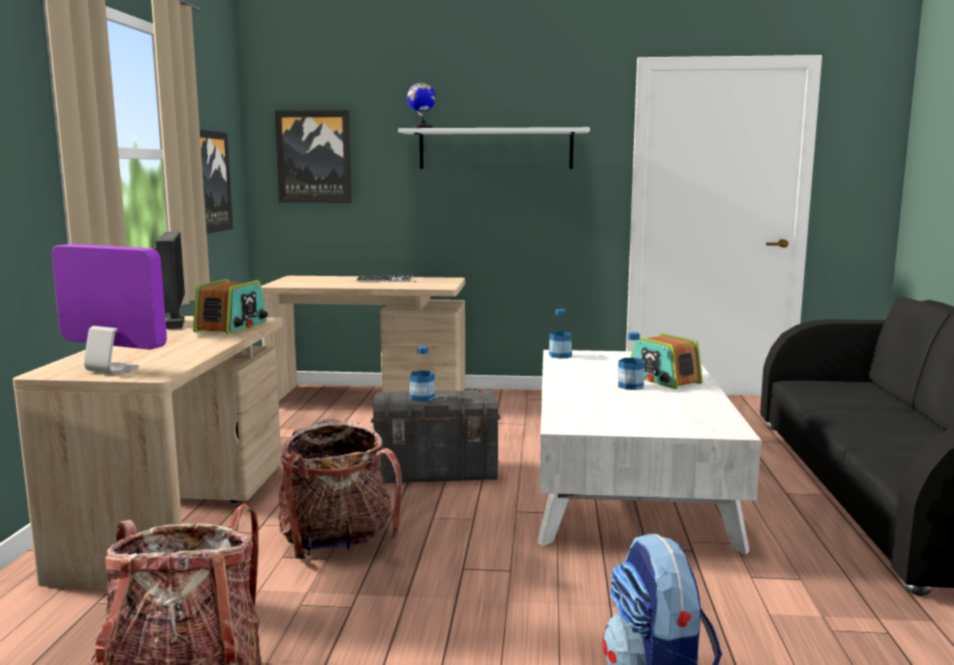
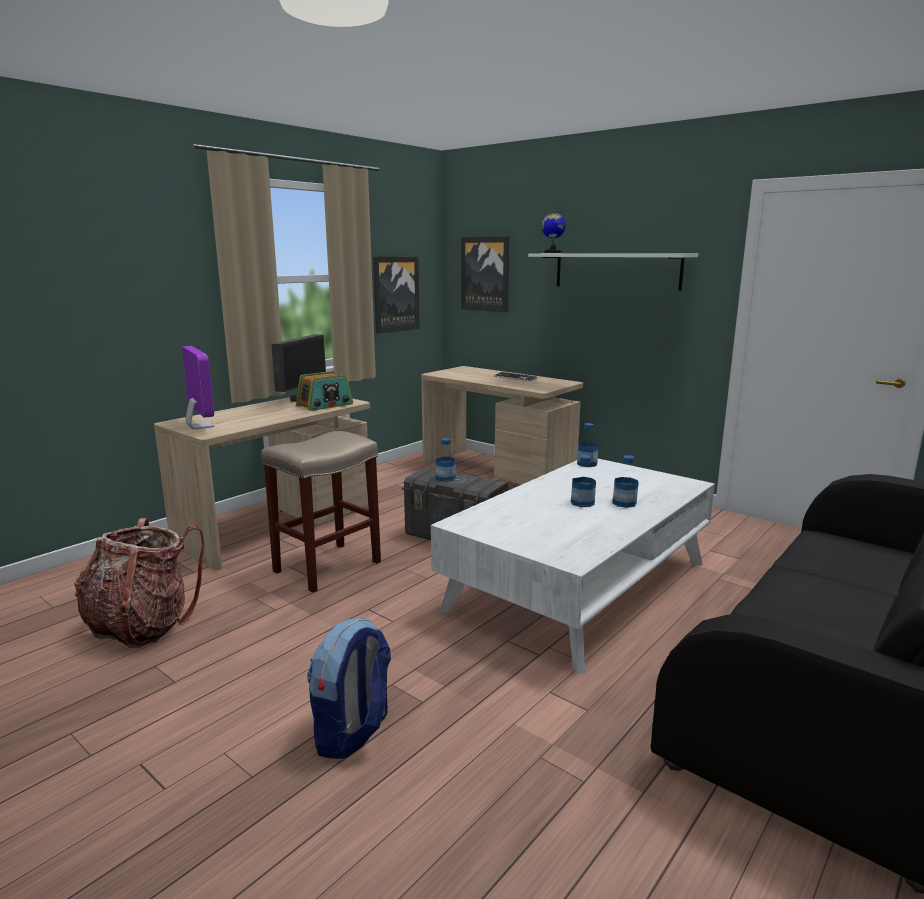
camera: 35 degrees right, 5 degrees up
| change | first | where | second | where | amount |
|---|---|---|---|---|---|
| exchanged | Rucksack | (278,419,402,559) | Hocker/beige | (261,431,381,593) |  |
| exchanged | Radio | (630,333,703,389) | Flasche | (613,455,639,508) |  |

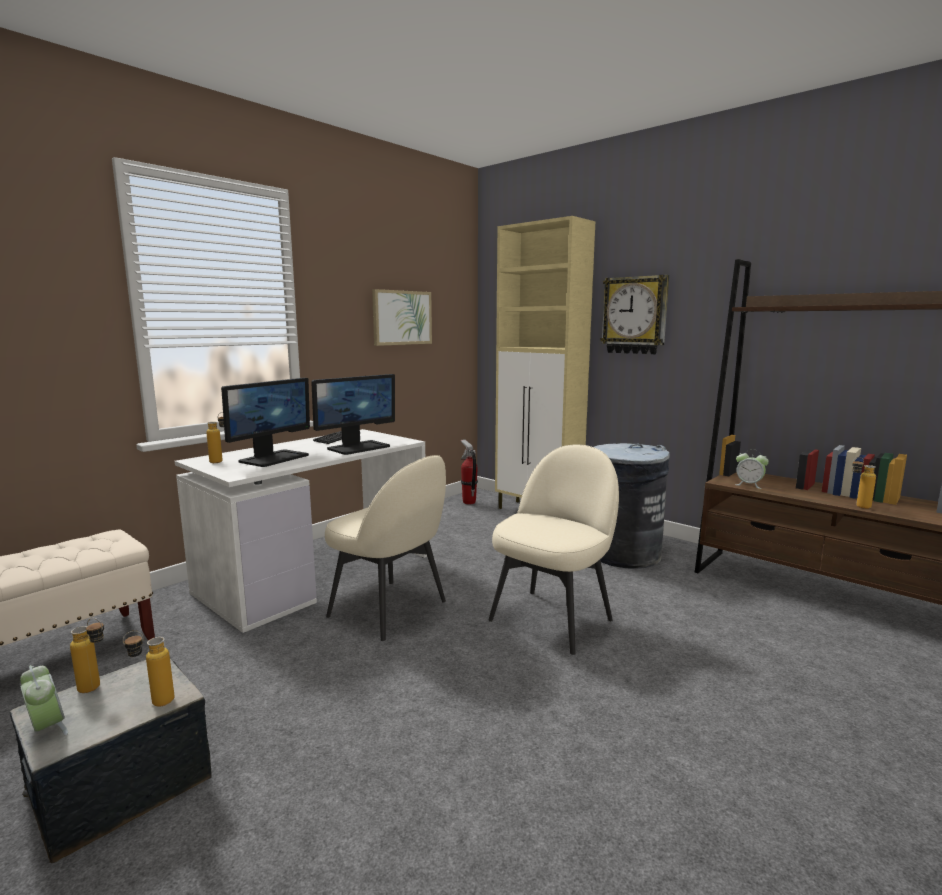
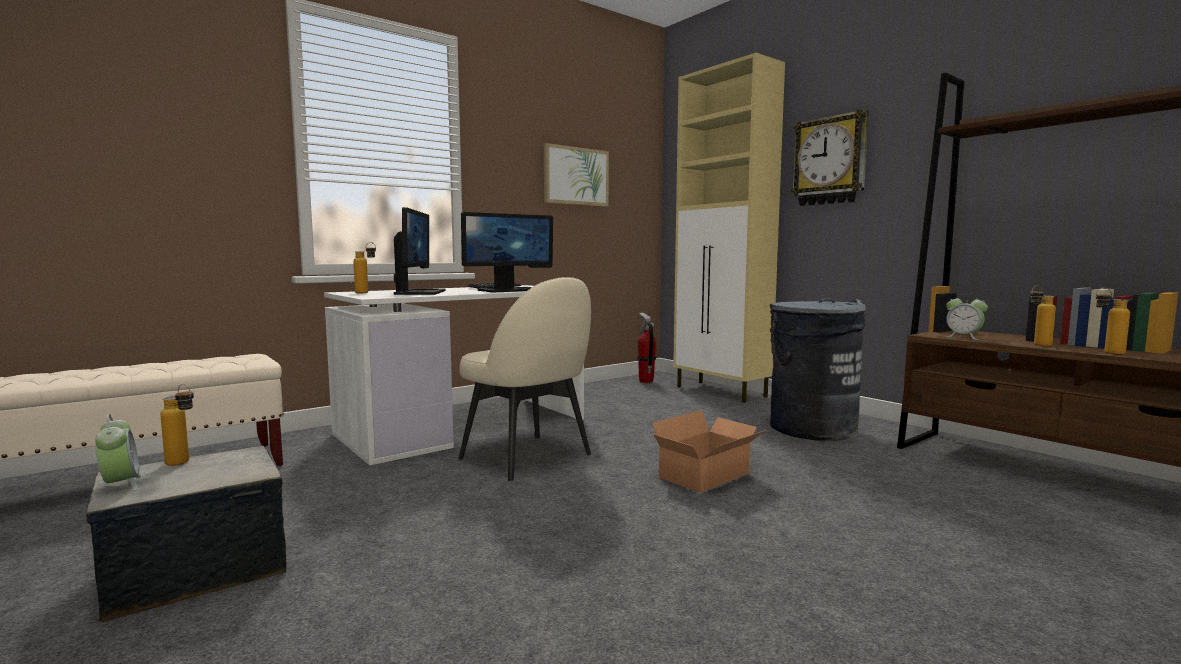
camera: 10 degrees right, 5 degrees down
| change | first | where | second | where | amount |
|---|---|---|---|---|---|
| spun | Monitor | (221,378,310,467) |  | (394,207,446,295) | 45 degrees counterclockwise |
| exchanged | Stuhl/beige | (488,444,619,655) | Karton | (653,410,766,493) |  |
| relocated | Flasche | (123,631,174,707) |  | (1030,285,1056,346) |  |

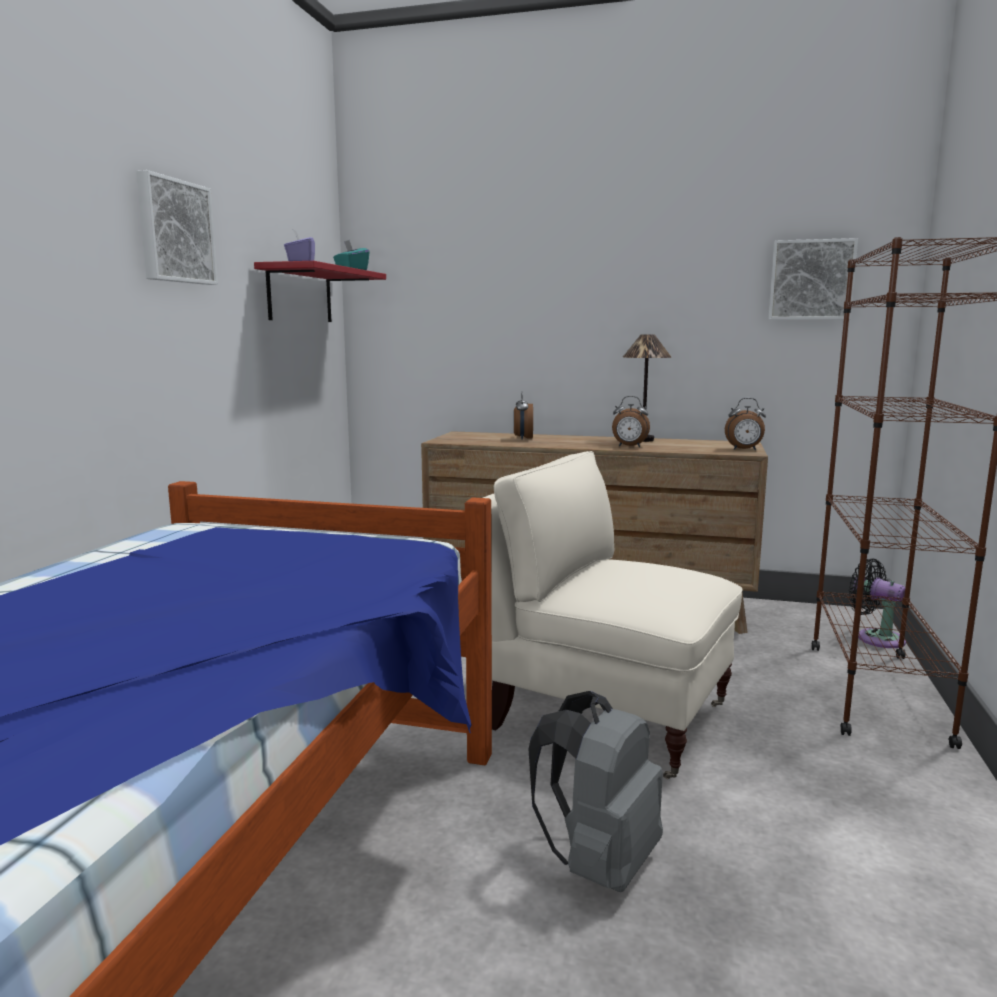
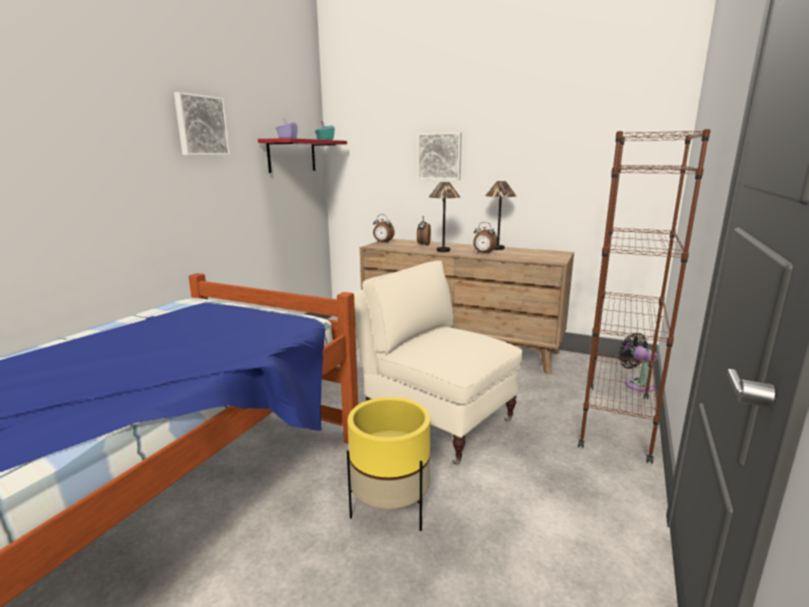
camera: 10 degrees right, 5 degrees up
| change | first | where | second | where | amount |
|---|---|---|---|---|---|
| exchanged | Rucksack/grau | (528,691,663,892) | Pflanzkübel/gelb | (347,397,431,531) |  |
| relocated | Wecker | (725,398,766,450) |  | (373,214,394,243) |  |
| relocated | Bild | (768,238,858,320) |  | (418,132,462,180) |  |
| appeared |  |  | Tischlampe | (429,182,460,252) |  |

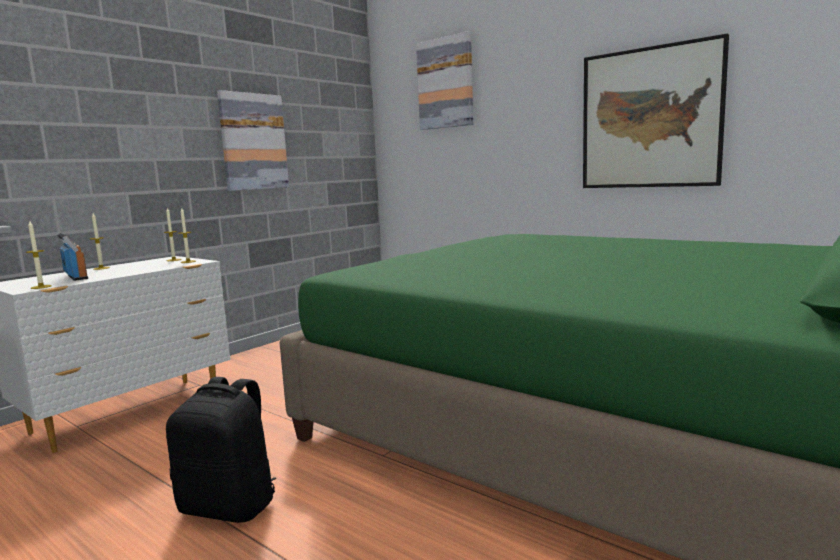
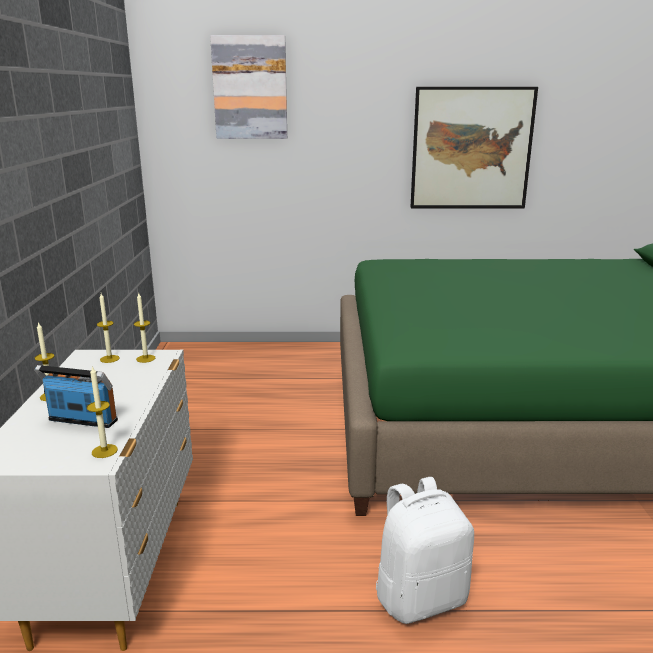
camera: 40 degrees left, 10 degrees up
| change | first | where | second | where | amount |
|---|---|---|---|---|---|
| colour | Rucksack/schwarz | (166,377,276,523) | Rucksack/weiß | (376,477,474,624) |  |
| missing | Bild | (217,90,289,191) |  |  |  |

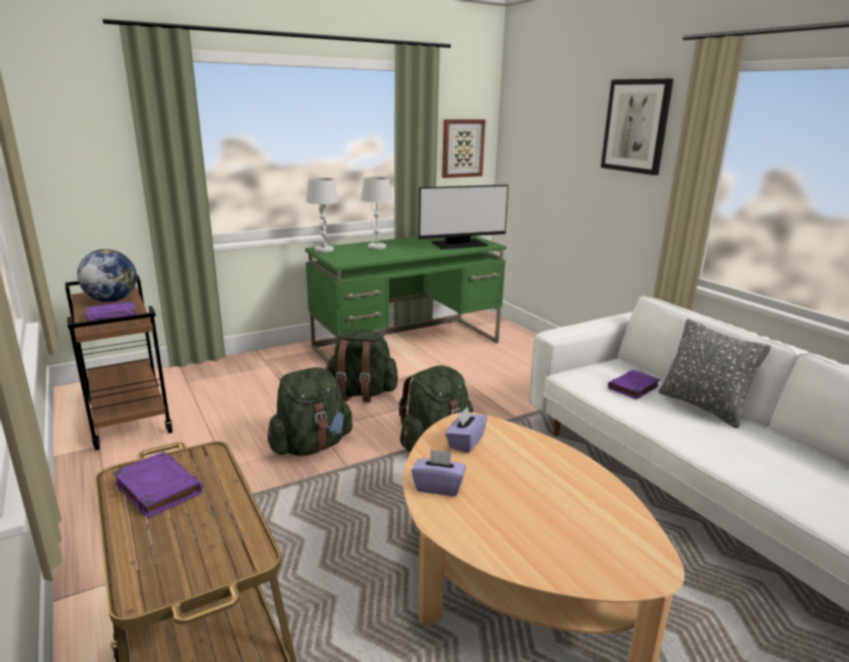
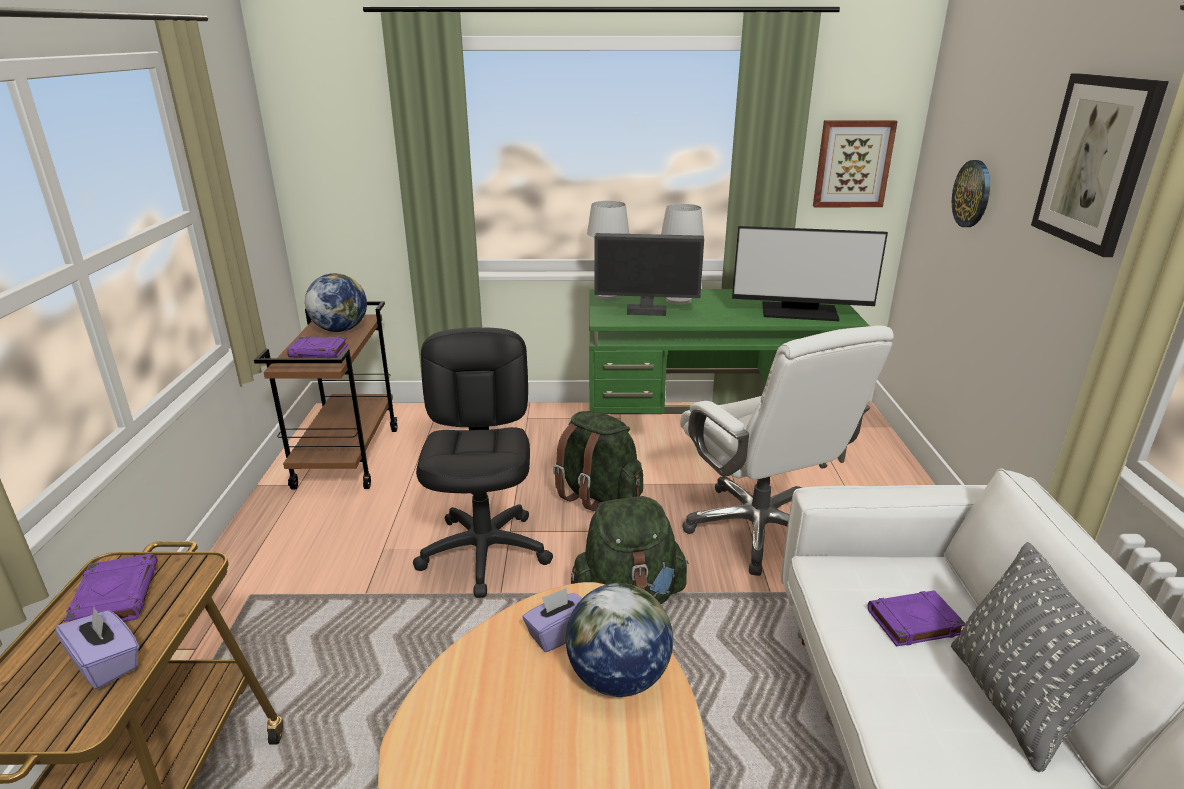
camera: 30 degrees right, 5 degrees up
| change | first | where | second | where | amount |
|---|---|---|---|---|---|
| relocated | Taschentuchbox/lila | (412,449,466,496) |  | (55,607,139,689) |  |
| exchanged | Rucksack/grün | (268,367,353,456) | Bürostuhl/schwarz | (413,327,553,598) |  |
| appeared |  |  | Globus | (566,583,673,697) |  |
| appeared |  |  | Monitor | (594,233,704,316) |  |
| appeared |  |  | Bürostuhl/weiß | (680,325,894,576) |  |
| appeared |  |  | Wanduhr | (952,160,990,227) |  |

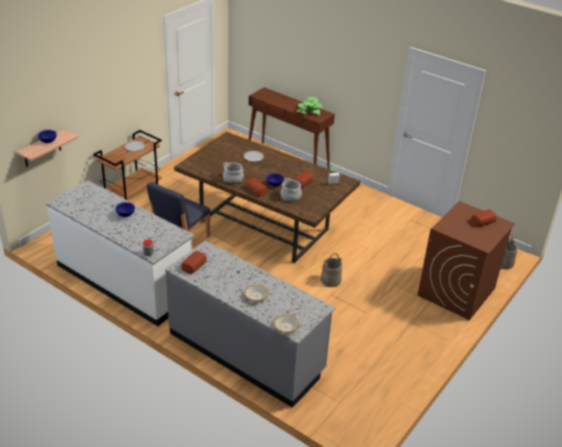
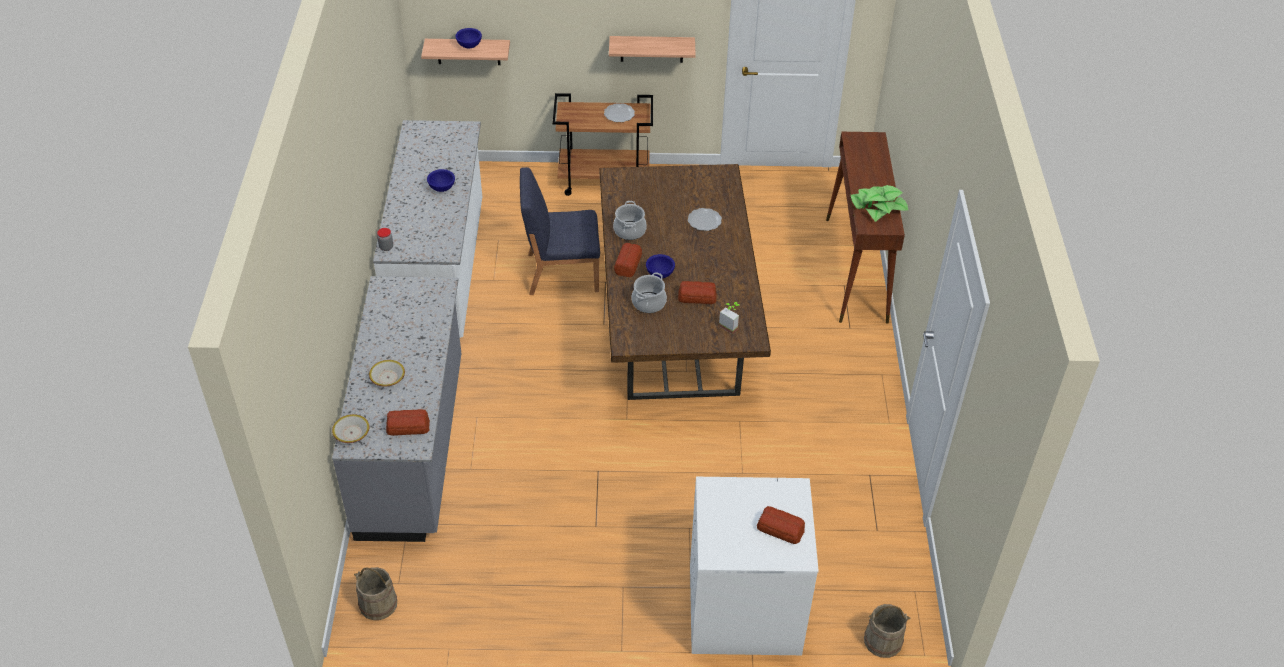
camera: 55 degrees right, 10 degrees up
| change | first | where | second | where | amount |
|---|---|---|---|---|---|
| relocated | Eimer/beige | (321,253,342,287) |  | (354,567,397,620) |  |
| relocated | Brot | (181,251,207,274) |  | (386,409,430,436) |  |
| appeared |  |  | Wandregal | (609,36,696,63) |  |
| colour | Waschmaschine/braun | (418,201,515,320) | Waschmaschine/weiß | (690,477,819,655) |  |

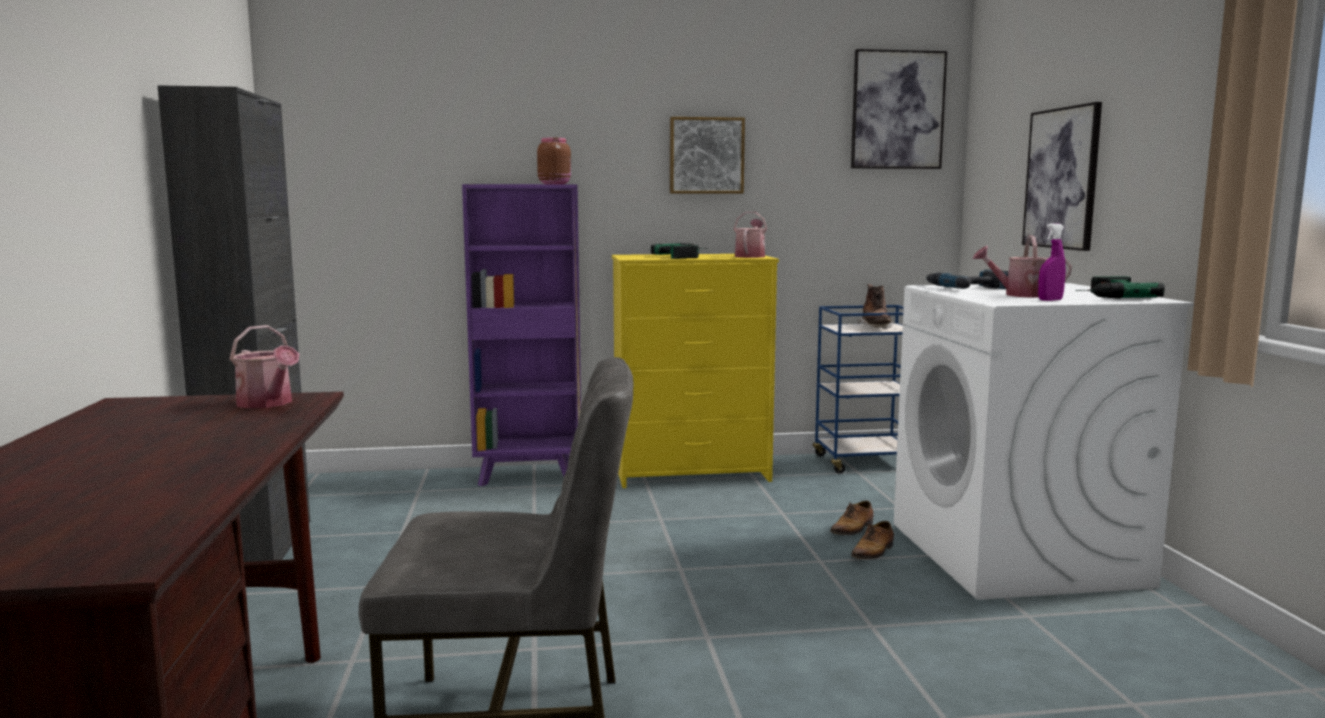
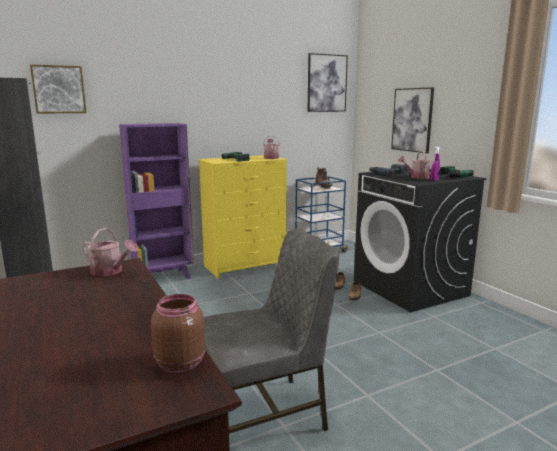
camera: 20 degrees left, 5 degrees up
| change | first | where | second | where | amount |
|---|---|---|---|---|---|
| relocated | Bild | (670,117,745,194) |  | (30,64,86,114) |  |
| relocated | Vorratsglas/braun | (537,138,571,184) |  | (151,294,205,373) |  |
| colour | Waschmaschine/weiß | (894,283,1194,600) | Waschmaschine/schwarz | (354,169,487,312) |  |

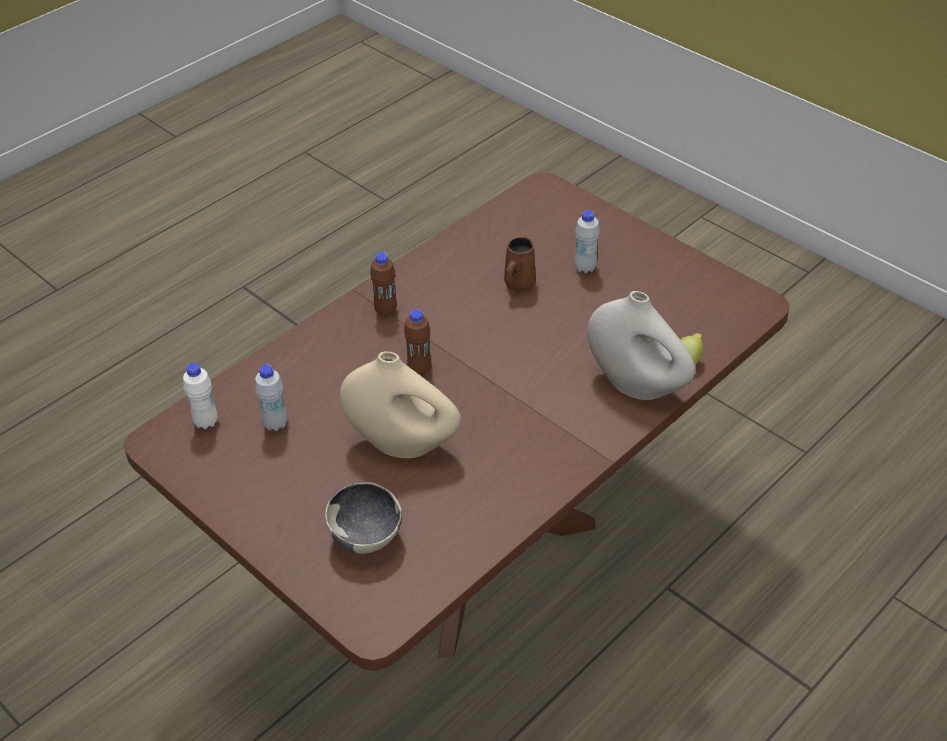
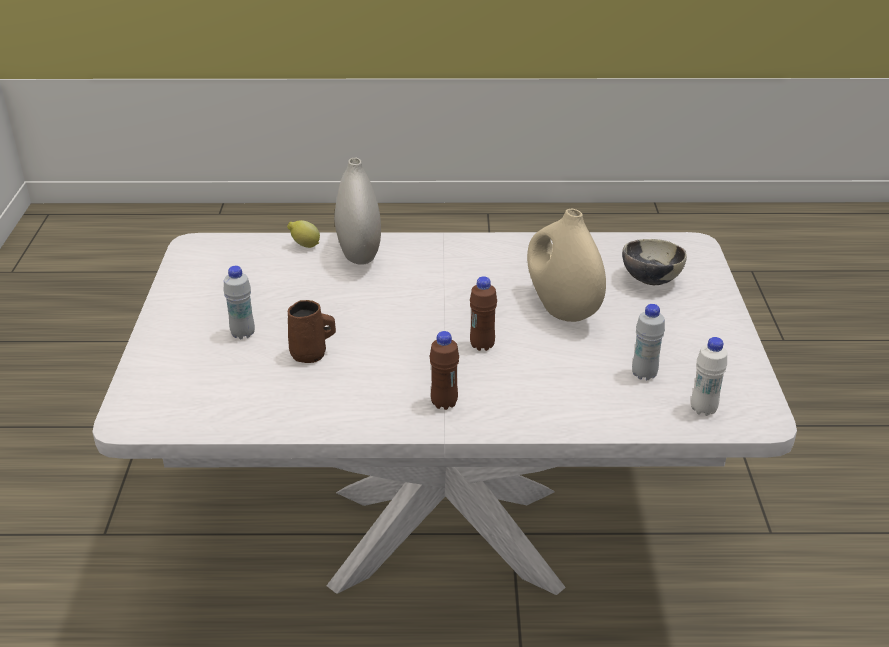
camera: 135 degrees left, 10 degrees down
| change | first | where | second | where | amount |
|---|---|---|---|---|---|
| colour | Esstisch/braun | (124,172,789,671) | Esstisch/weiß | (92,232,797,595) |  |

